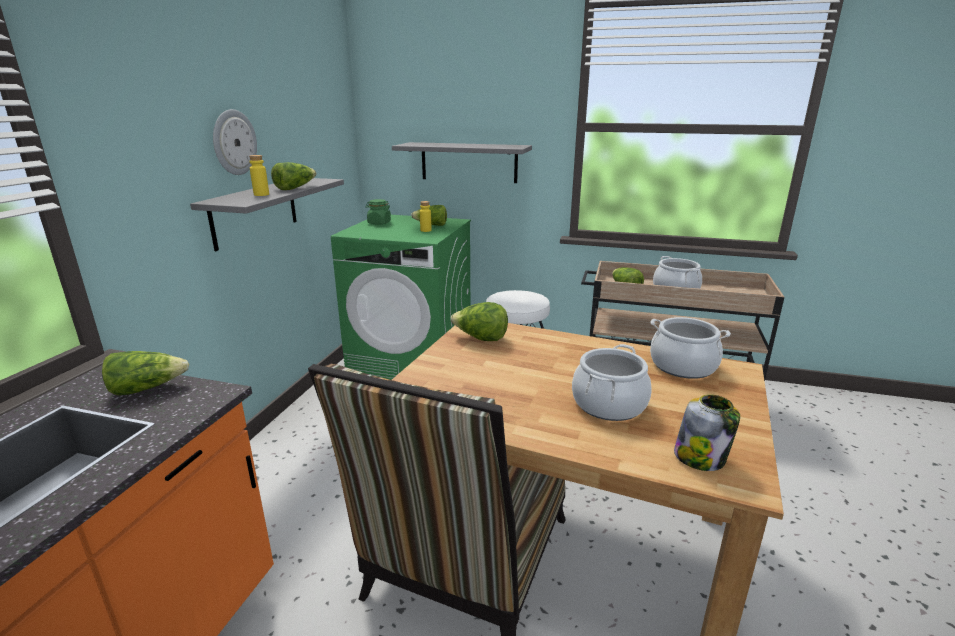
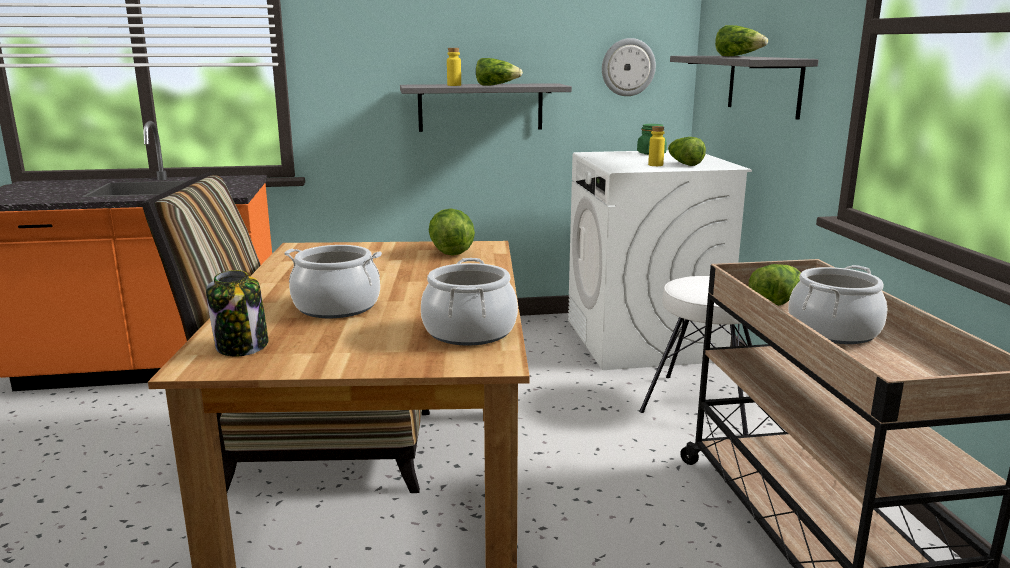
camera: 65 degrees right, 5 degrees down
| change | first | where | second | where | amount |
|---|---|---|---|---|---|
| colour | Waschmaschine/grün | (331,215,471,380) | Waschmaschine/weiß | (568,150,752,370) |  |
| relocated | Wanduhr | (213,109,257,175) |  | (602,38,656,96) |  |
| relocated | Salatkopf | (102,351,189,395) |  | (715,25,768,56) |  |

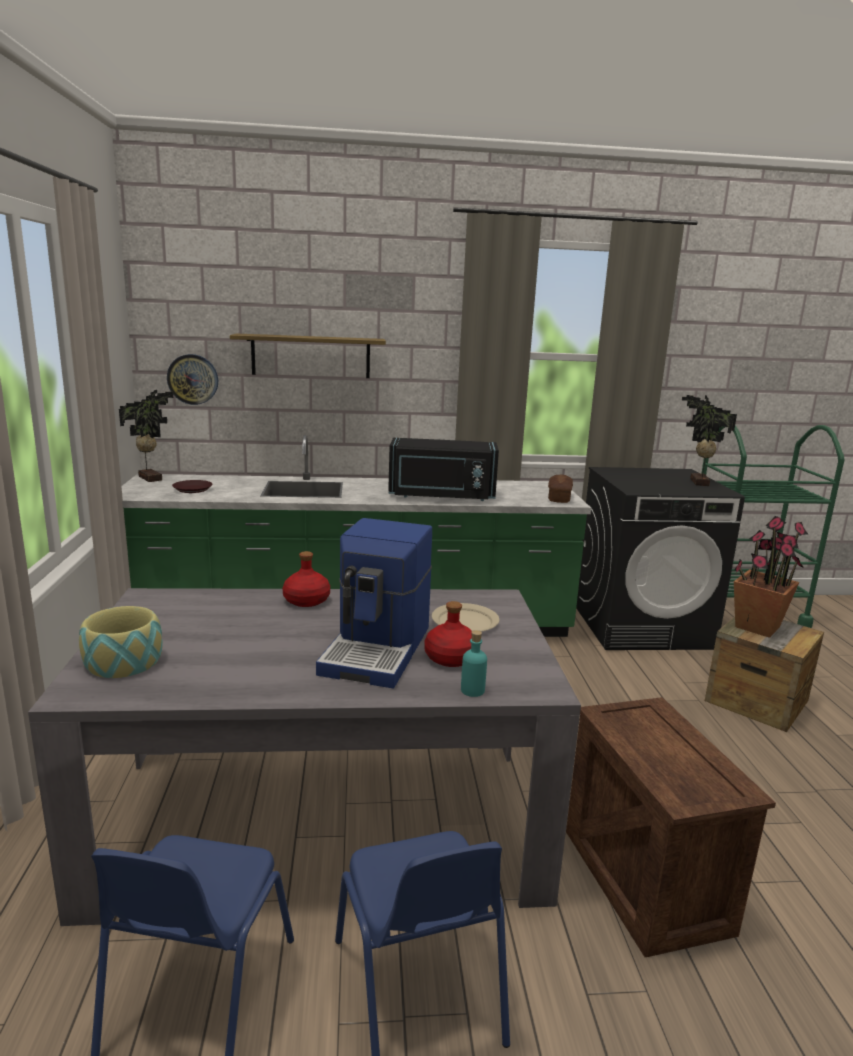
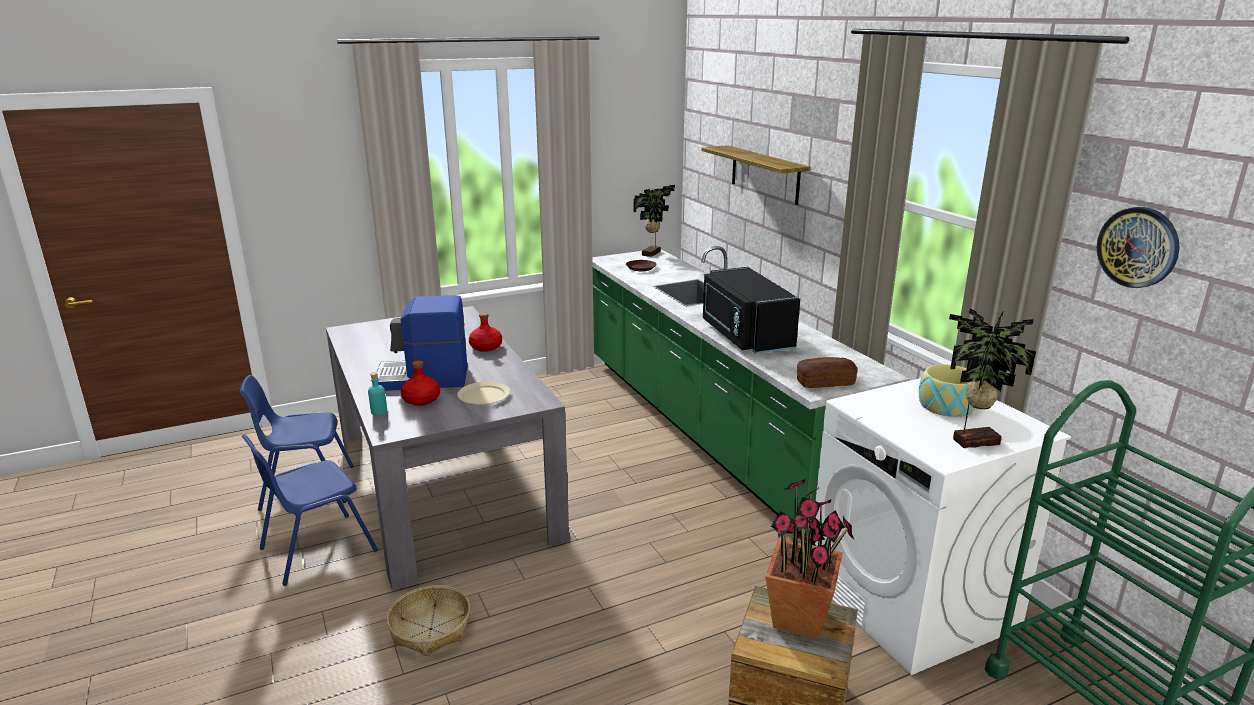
camera: 70 degrees right, 5 degrees up
| change | first | where | second | where | amount |
|---|---|---|---|---|---|
| exchanged | Kiste | (566,697,776,957) | Korb | (387,585,470,656) |  |
| colour | Waschmaschine/schwarz | (576,467,745,650) | Waschmaschine/weiß | (812,378,1071,675) |  |
| relocated | Schüssel | (79,606,163,678) |  | (919,364,975,417) |  |
| relocated | Wanduhr | (167,354,218,405) |  | (1097,207,1180,288) |  |

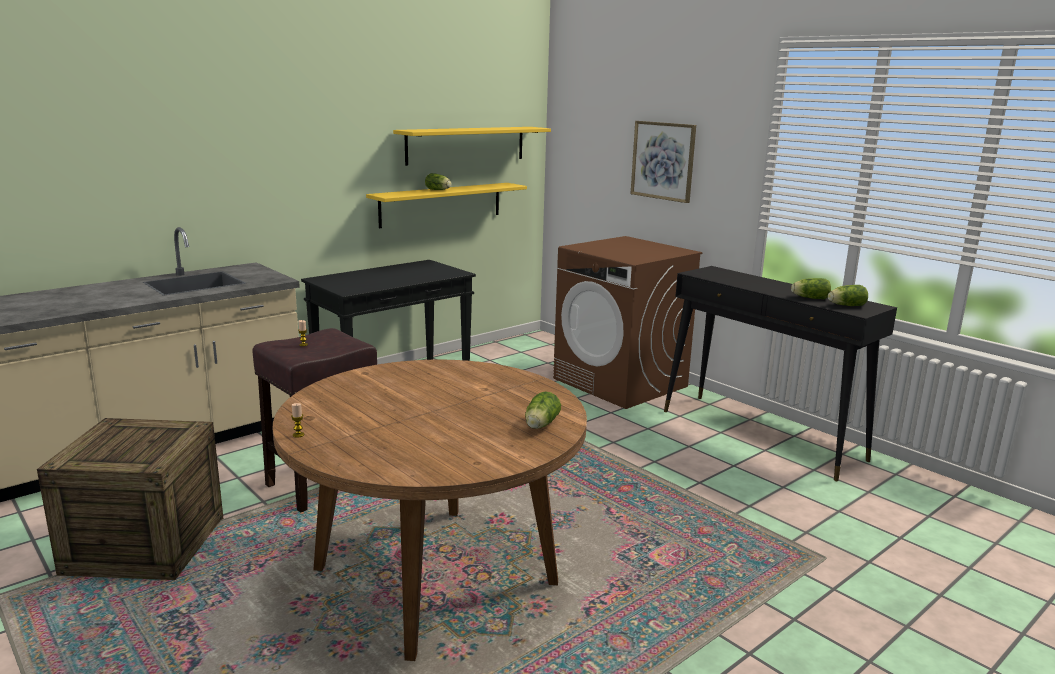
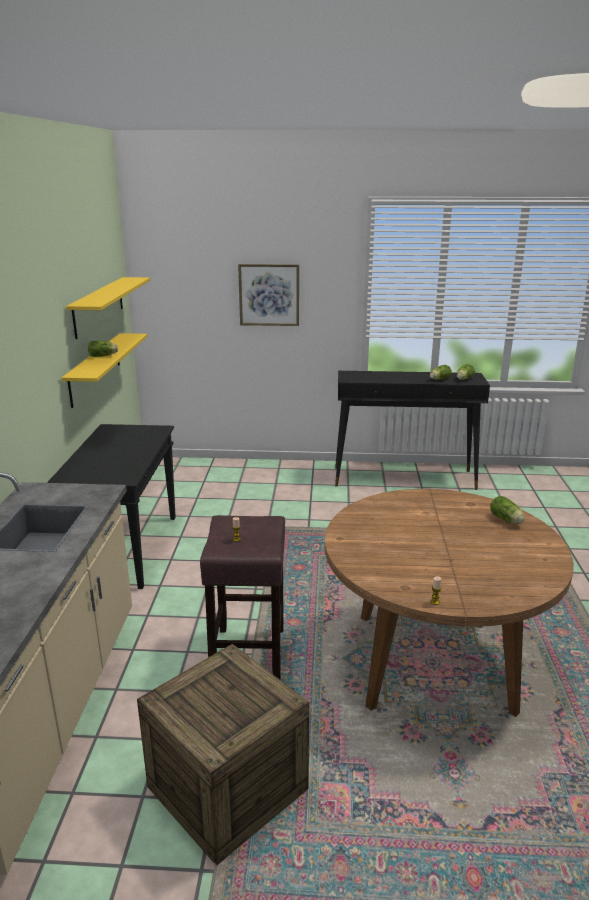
camera: 45 degrees left, 5 degrees up
| change | first | where | second | where | amount |
|---|---|---|---|---|---|
| missing | Waschmaschine/braun | (553,236,703,409) |  |  |  |

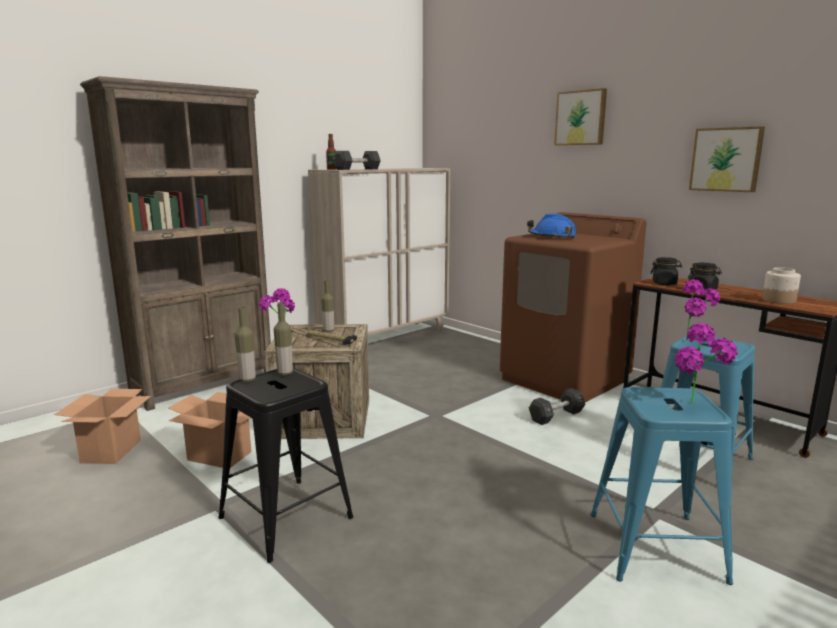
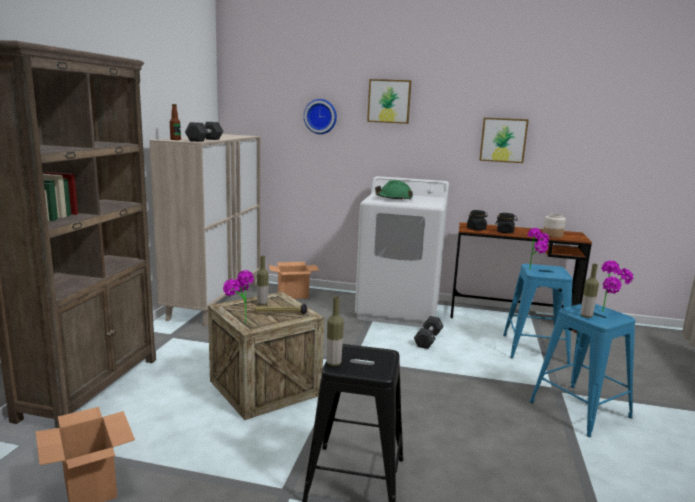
camera: 35 degrees left, 0 degrees up
| change | first | where | second | where | amount |
|---|---|---|---|---|---|
| relocated | Karton | (168,392,251,468) |  | (268,262,320,299) |  |
| appeared |  |  | Wanduhr | (304,99,337,134) |  |
| colour | Waschmaschine/braun | (500,212,647,402) | Waschmaschine/weiß | (355,176,449,328) |  |
| colour | Schutzhelm/blau | (527,214,576,239) | Schutzhelm/grün | (375,180,413,200) |  |
| relocated | Flasche | (274,302,293,375) |  | (581,264,599,318) |  |

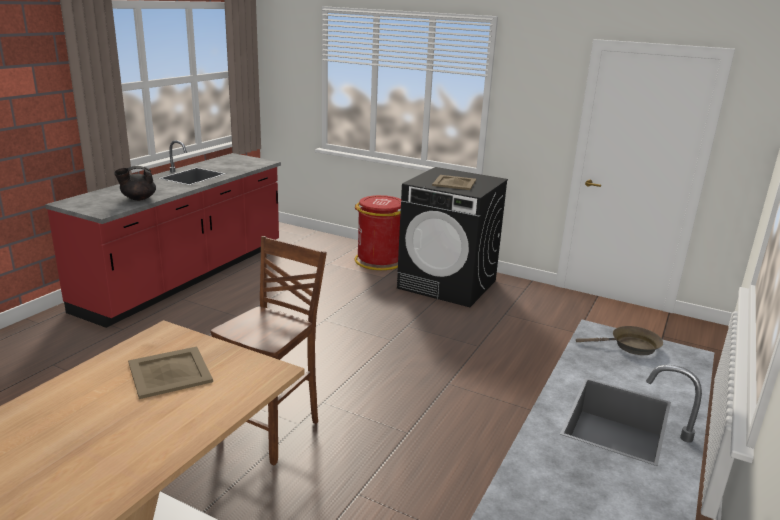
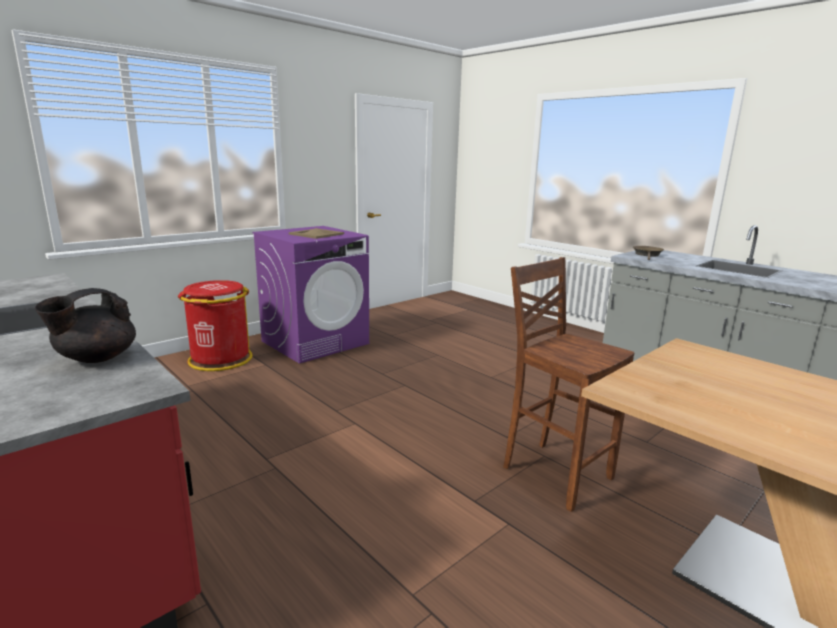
camera: 70 degrees left, 5 degrees down
| change | first | where | second | where | amount |
|---|---|---|---|---|---|
| spun | Teekanne/schwarz | (114,166,156,201) |  | (35,288,136,363) | 45 degrees clockwise |
| colour | Waschmaschine/schwarz | (397,167,508,307) | Waschmaschine/lila | (252,226,369,364) |  |
| missing | Tablett/beige | (128,346,213,399) |  |  |  |

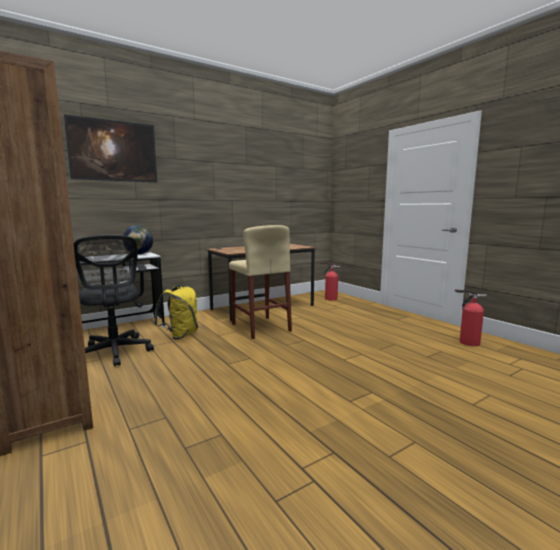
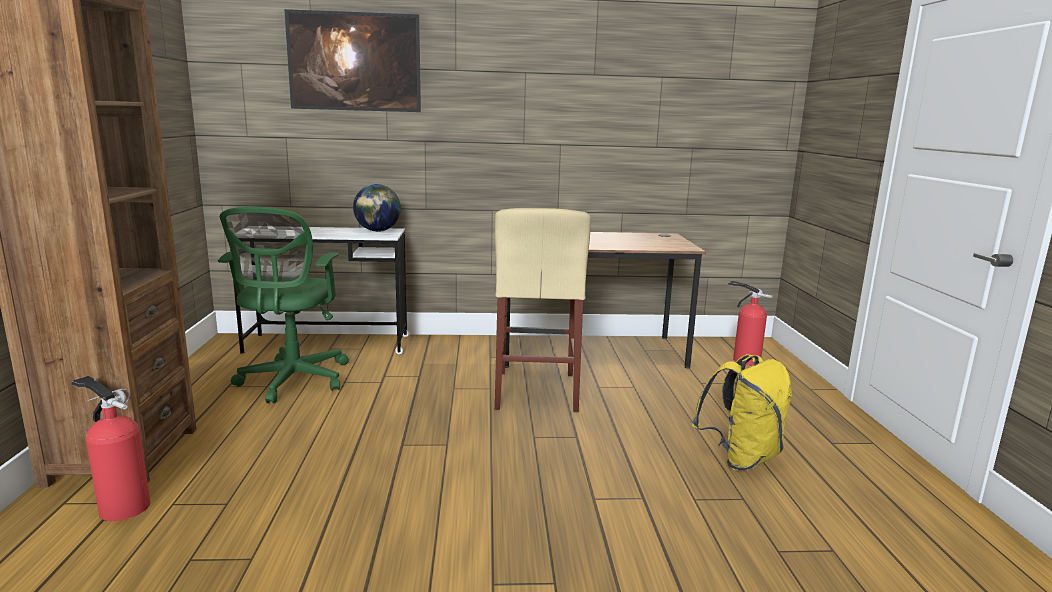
camera: 30 degrees right, 5 degrees up
| change | first | where | second | where | amount |
|---|---|---|---|---|---|
| relocated | Feuerlöscher | (455,290,487,346) |  | (71,376,150,521) |  |
| colour | Bürostuhl/schwarz | (74,235,154,367) | Bürostuhl/grün | (218,207,349,404) |  |
| relocated | Rucksack/gelb | (154,285,198,340) |  | (692,354,792,470) |  |

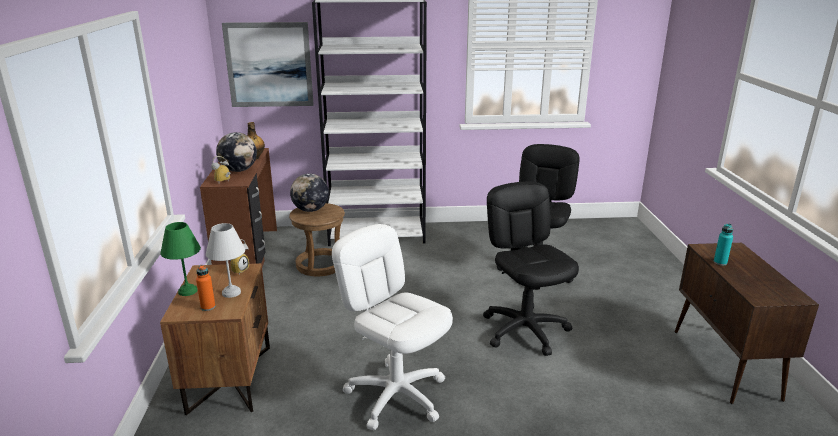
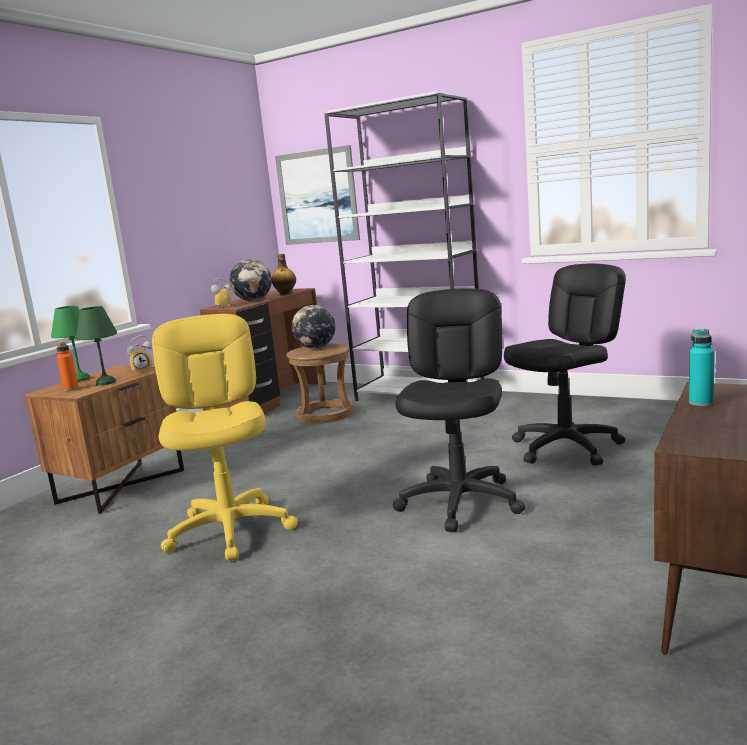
camera: 35 degrees right, 10 degrees down
| change | first | where | second | where | amount |
|---|---|---|---|---|---|
| colour | Tischlampe/weiß | (206,223,245,298) | Tischlampe/grün | (76,306,117,386) |  |
| colour | Bürostuhl/weiß | (332,224,453,430) | Bürostuhl/gelb | (152,314,298,561) |  |

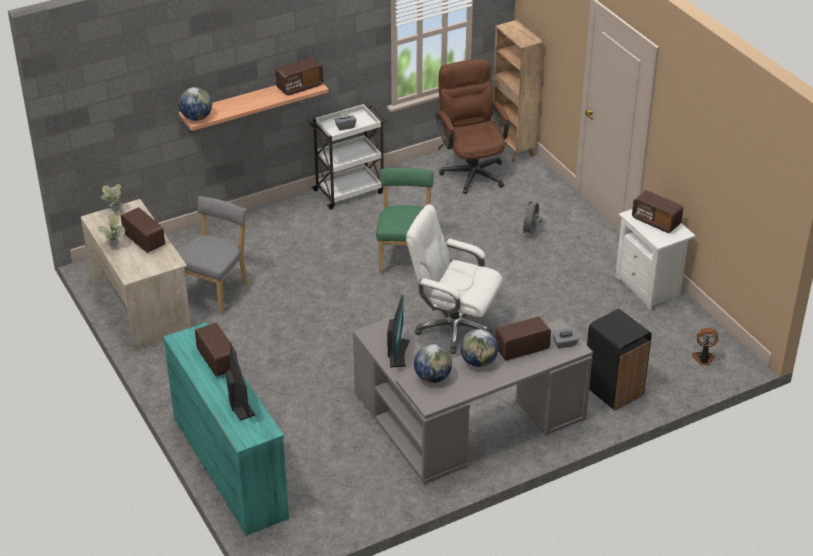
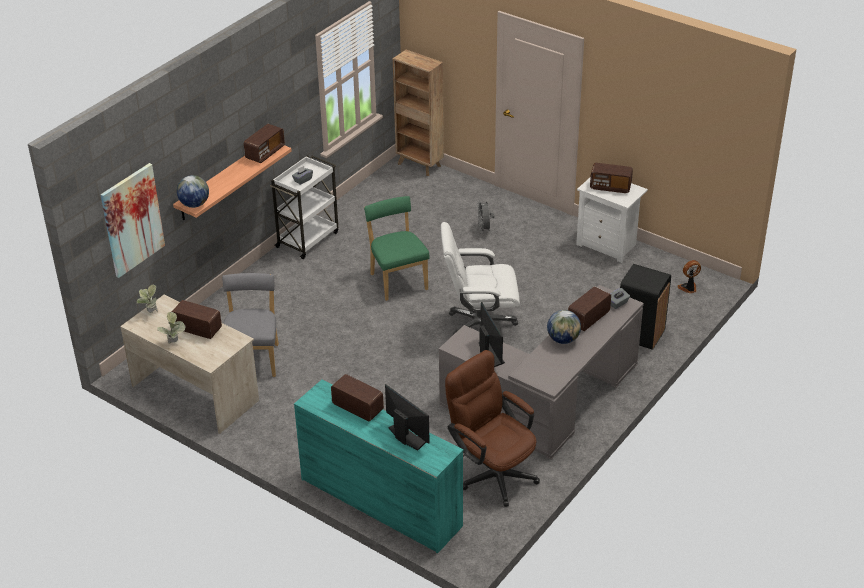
camera: 25 degrees left, 0 degrees up
| change | first | where | second | where | amount |
|---|---|---|---|---|---|
| appeared |  |  | Bild | (101,163,165,278) |  |
| relocated | Bürostuhl/braun | (435,59,509,194) |  | (445,350,540,507) |  |
| missing | Globus | (414,344,452,383) |  |  |  |

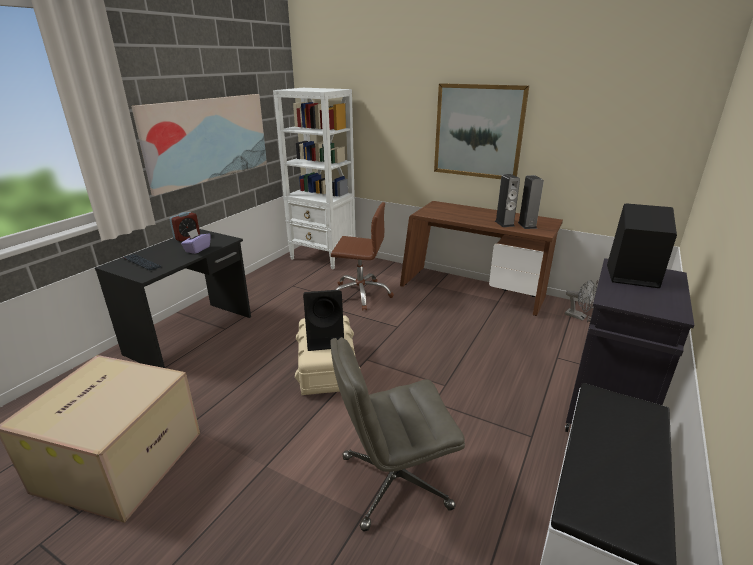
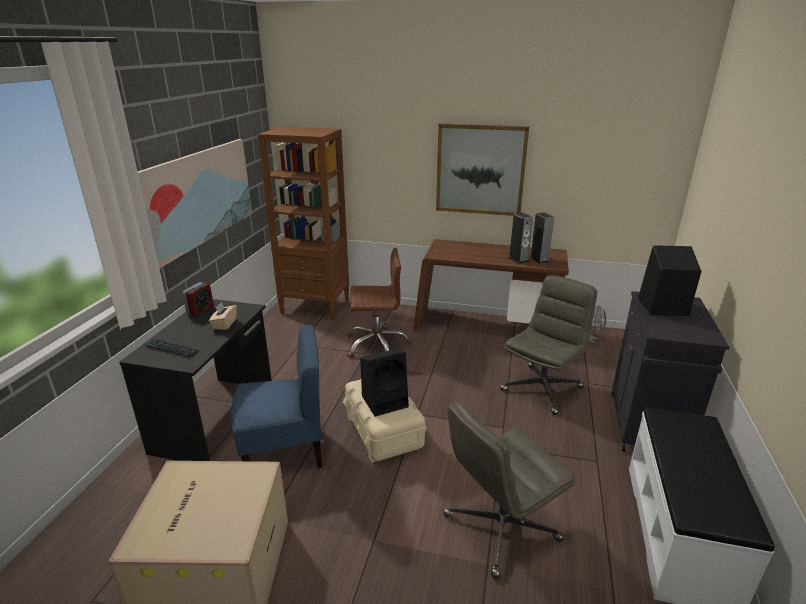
camera: 15 degrees left, 0 degrees up
| change | first | where | second | where | amount |
|---|---|---|---|---|---|
| colour | Taschentuchbox/lila | (181,229,210,254) | Taschentuchbox/beige | (209,302,237,330) |  |
| appeared |  |  | Stuhl/blau | (231,325,322,468) |  |
| colour | Bücherregal/weiß | (273,88,356,269) | Bücherregal/braun | (258,127,349,320) |  |
| appeared |  |  | Bürostuhl/grau | (500,275,597,415) |  |

